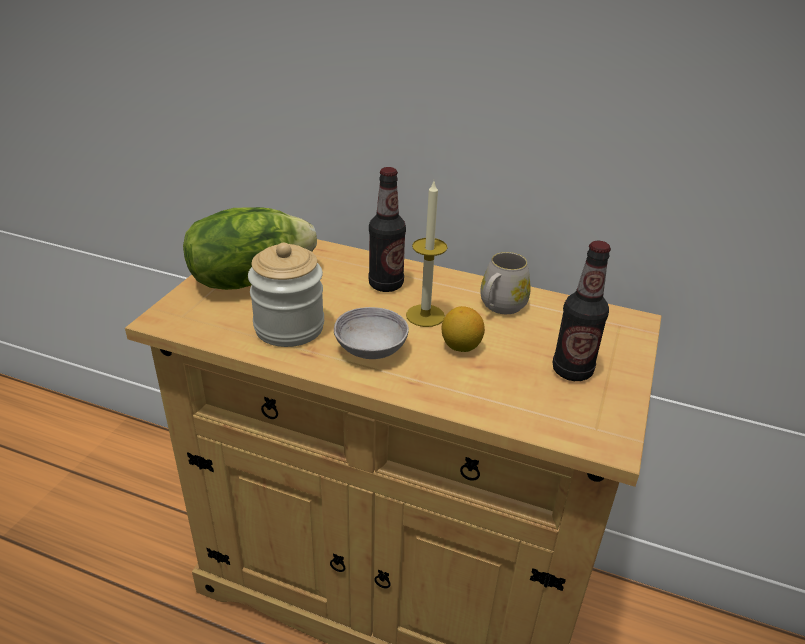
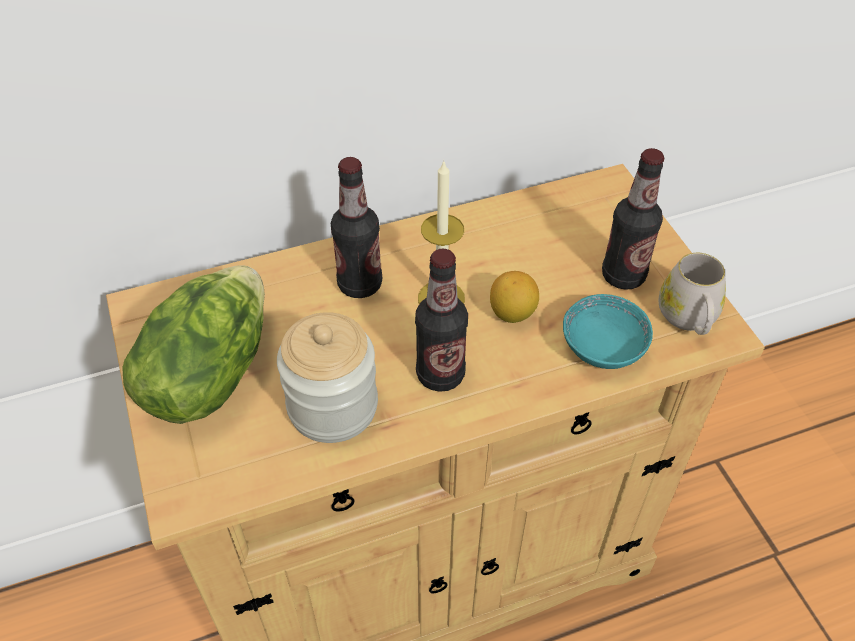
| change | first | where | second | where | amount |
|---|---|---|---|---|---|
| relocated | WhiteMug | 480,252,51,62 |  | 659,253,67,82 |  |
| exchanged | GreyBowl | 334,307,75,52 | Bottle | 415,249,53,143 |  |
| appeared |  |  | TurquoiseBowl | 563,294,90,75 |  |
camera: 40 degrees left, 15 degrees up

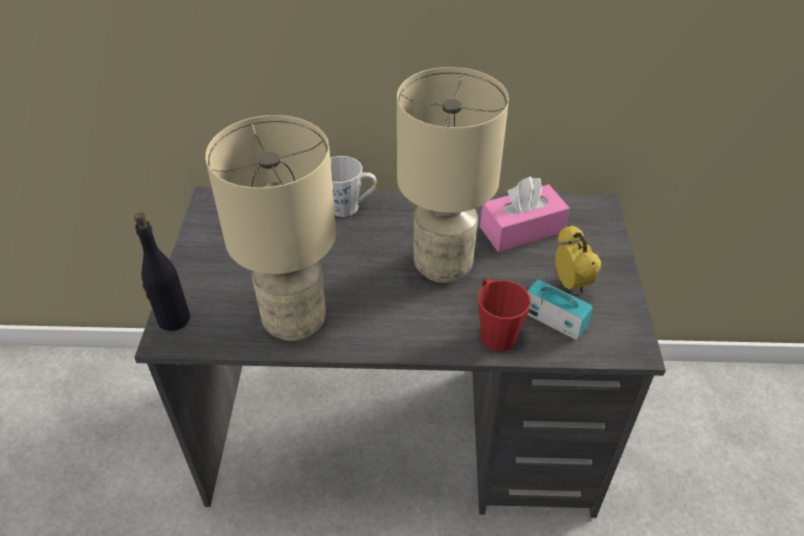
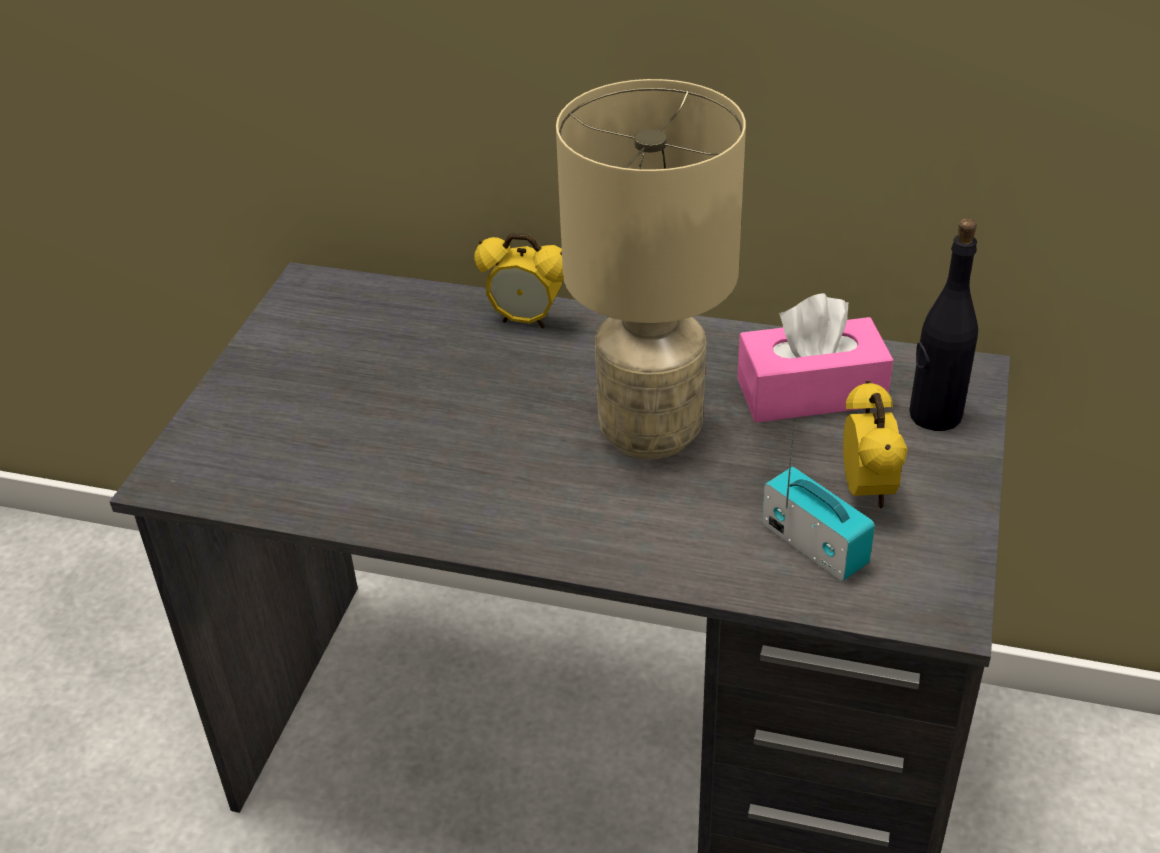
| change | first | where | second | where | amount |
|---|---|---|---|---|---|
| missing | BeigeTableLamp | 205,115,131,226 |  |  |  |
| exchanged | GreyMug | 330,156,46,61 | AlarmClock | 474,233,90,95 |  |
| relocated | BlackBottle | 134,212,56,119 |  | 909,219,69,212 |  |
| missing | RedMug | 478,278,53,73 |  |  |  |
camera: 15 degrees right, 5 degrees down

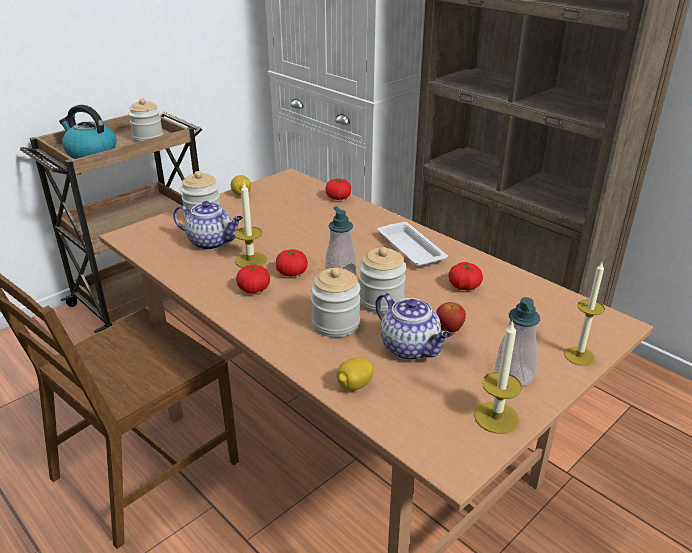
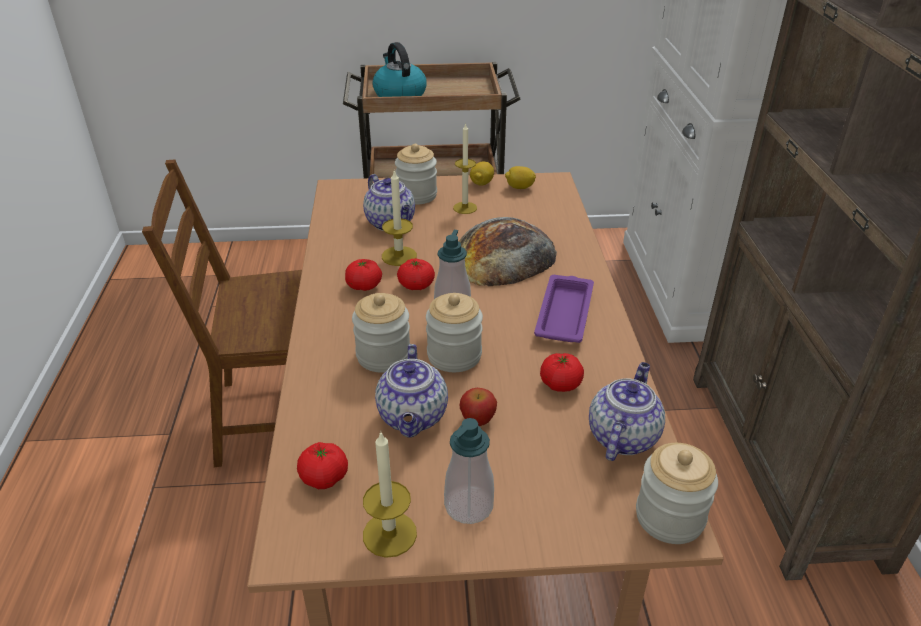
| change | first | where | second | where | amount |
|---|---|---|---|---|---|
| relocated | Jar | 128,99,35,43 |  | 636,443,82,101 |  |
| relocated | Tomato | 325,178,26,22 |  | 297,442,51,47 |  |
| colour | WhiteTray | 377,222,71,45 | PurpleTray | 534,275,60,68 |  |
| relocated | Candle | 564,262,41,104 |  | 453,123,24,91 |  |
| relocated | Lemon | 336,358,37,32 |  | 505,166,31,23 |  |
| appeared |  |  | Bread | 459,217,98,70 |  |
| appeared |  |  | Teapot | 589,362,76,99 |  |
camera: 40 degrees right, 5 degrees up

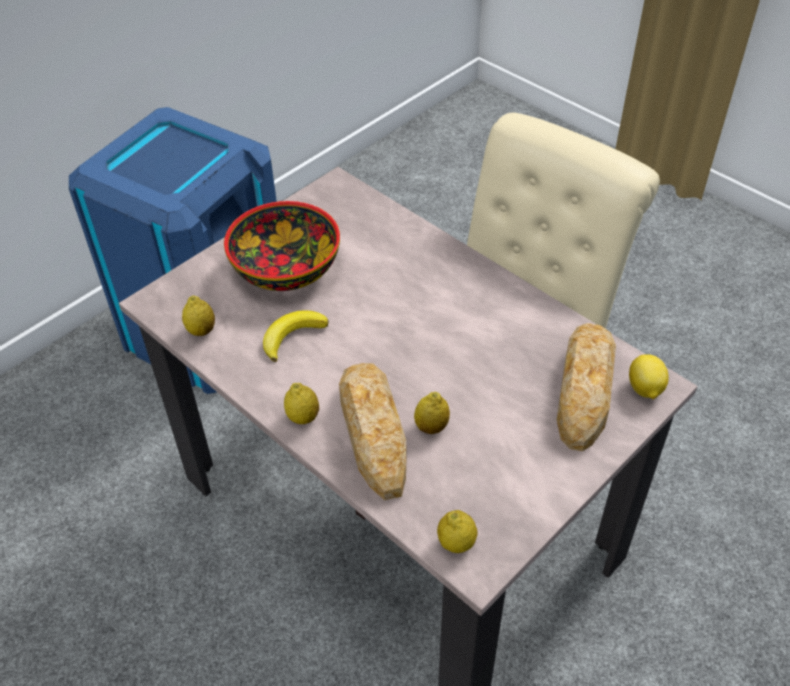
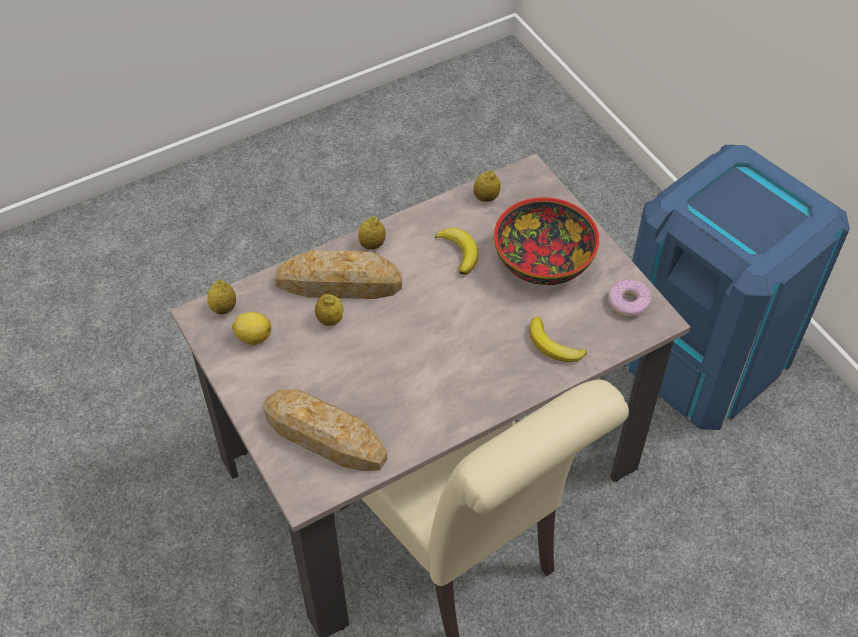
| change | first | where | second | where | amount |
|---|---|---|---|---|---|
| relocated | Lemon | 629,354,40,45 |  | 232,312,39,33 |  |
| appeared |  |  | Donut | 608,279,43,38 |  |
| appeared |  |  | Banana | 529,317,58,45 |  |
camera: 105 degrees right, 5 degrees up

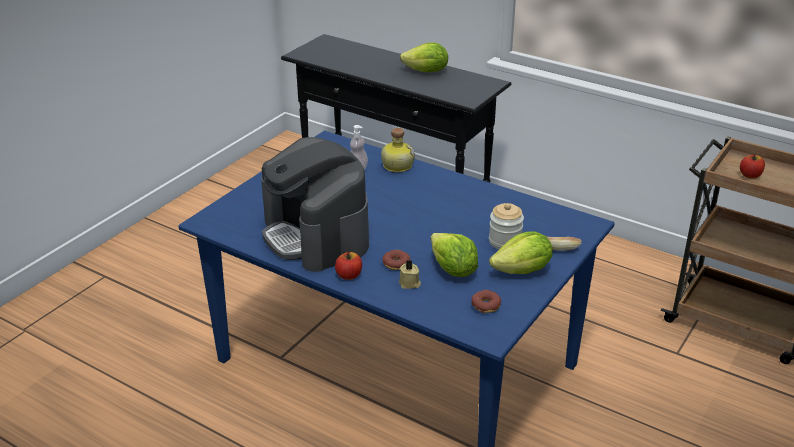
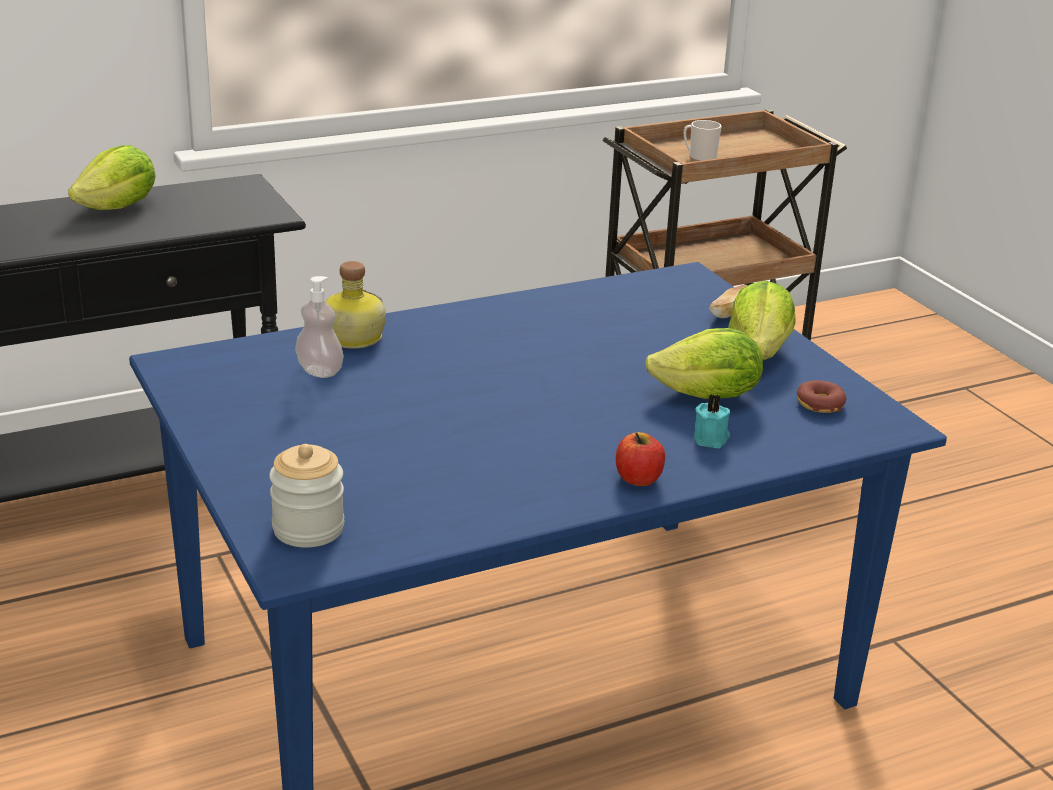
| change | first | where | second | where | amount |
|---|---|---|---|---|---|
| missing | CoffeeMachine | 261,137,108,135 |  |  |  |
| exchanged | Apple | 740,154,25,25 | Mug | 684,120,37,41 |  |
| relocated | Jar | 489,203,35,46 |  | 269,444,75,103 |  |
| missing | Donut | 382,250,28,20 |  |  |  |
| colour | BeigeCandle | 399,260,22,29 | TurquoiseCandle | 694,394,36,54 |  |
camera: 60 degrees left, 5 degrees down

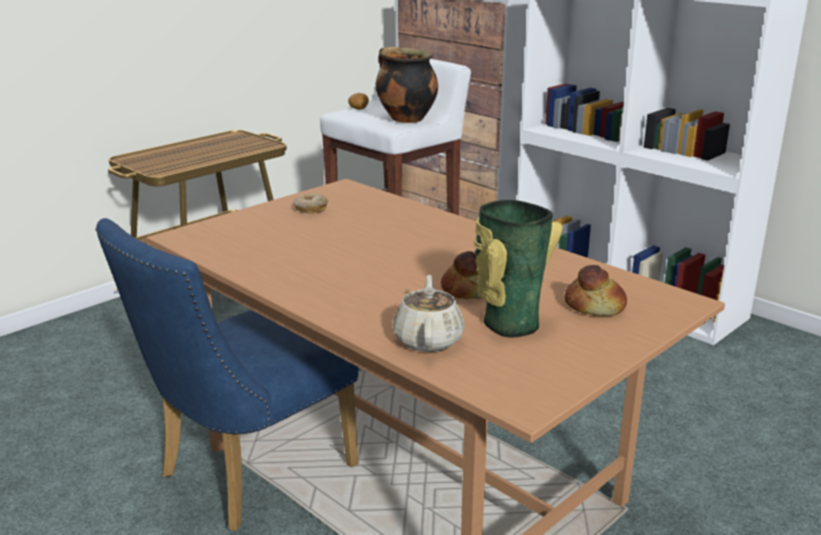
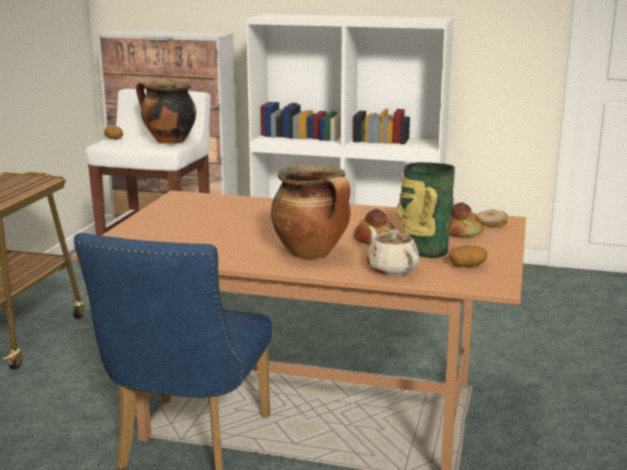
| change | first | where | second | where | amount |
|---|---|---|---|---|---|
| relocated | Donut | 293,194,35,20 |  | 476,209,32,18 |  |
| appeared |  |  | CookingPot | 271,165,80,94 |  |
| appeared |  |  | Potato | 449,245,38,22 |  |
camera: 30 degrees left, 5 degrees down

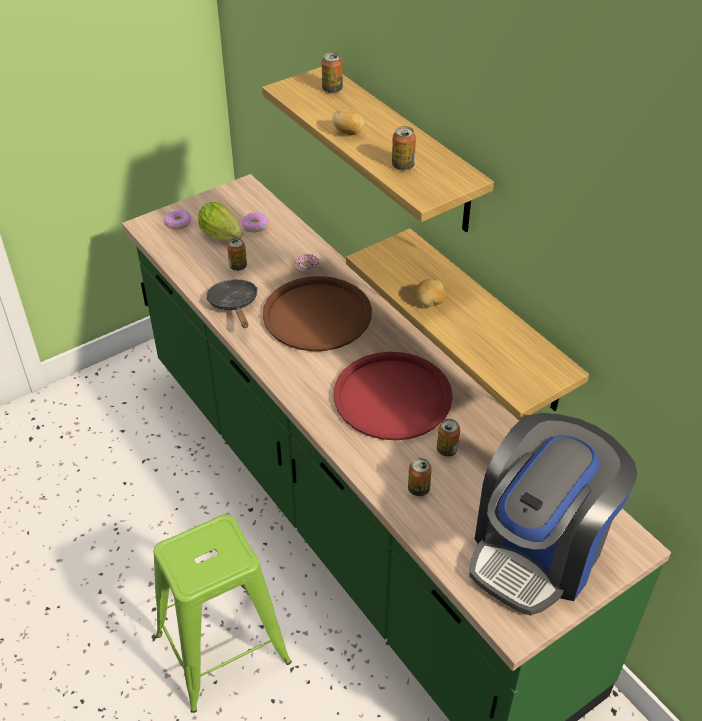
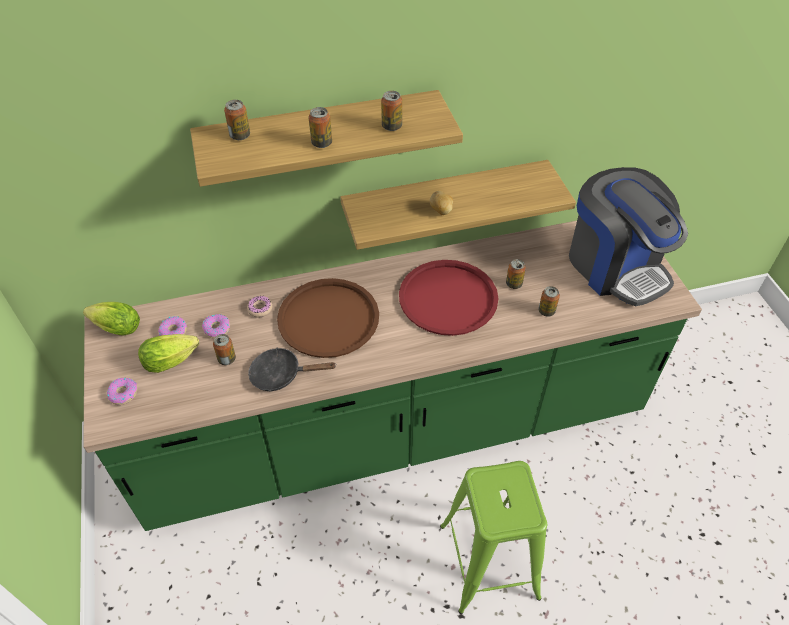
| change | first | where | second | where | amount |
|---|---|---|---|---|---|
| exchanged | Potato | 333,109,31,26 | Can | 309,107,23,41 |  |
| appeared |  |  | Lettuce | 83,302,57,34 |  |
| appeared |  |  | Donut | 202,314,28,25 |  |
camera: 70 degrees left, 5 degrees up

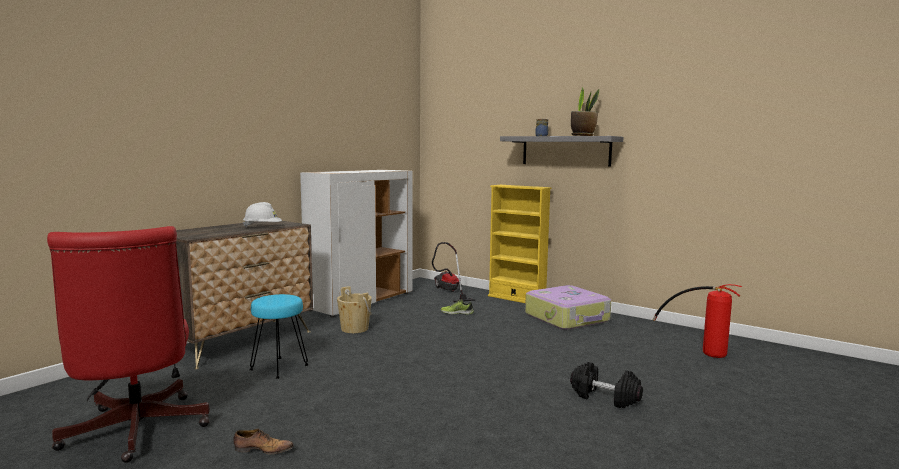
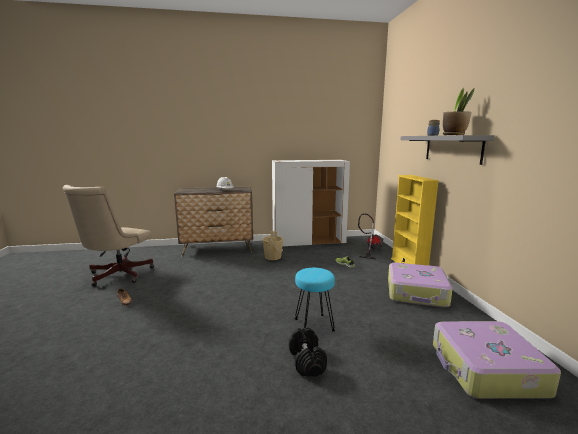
| change | first | where | second | where | amount |
|---|---|---|---|---|---|
| colour | RedOfficeChair | 47,226,163,237 | BeigeOfficeChair | 63,185,91,101 |  |
| exchanged | FireExtinguisher | 652,284,90,74 | Suitcase | 433,321,128,78 |  |
| relocated | TurquoiseStool | 250,294,59,85 |  | 295,268,40,63 |  |
camera: 45 degrees right, 5 degrees up

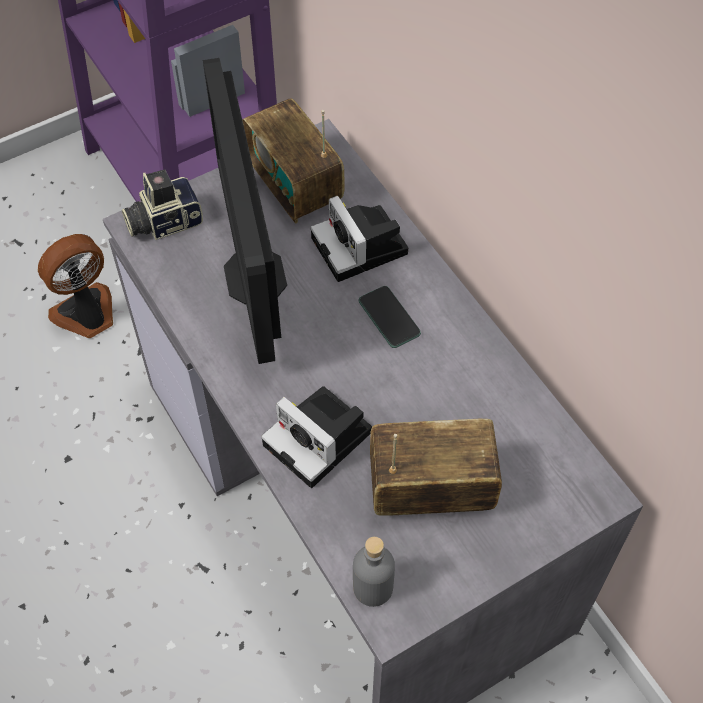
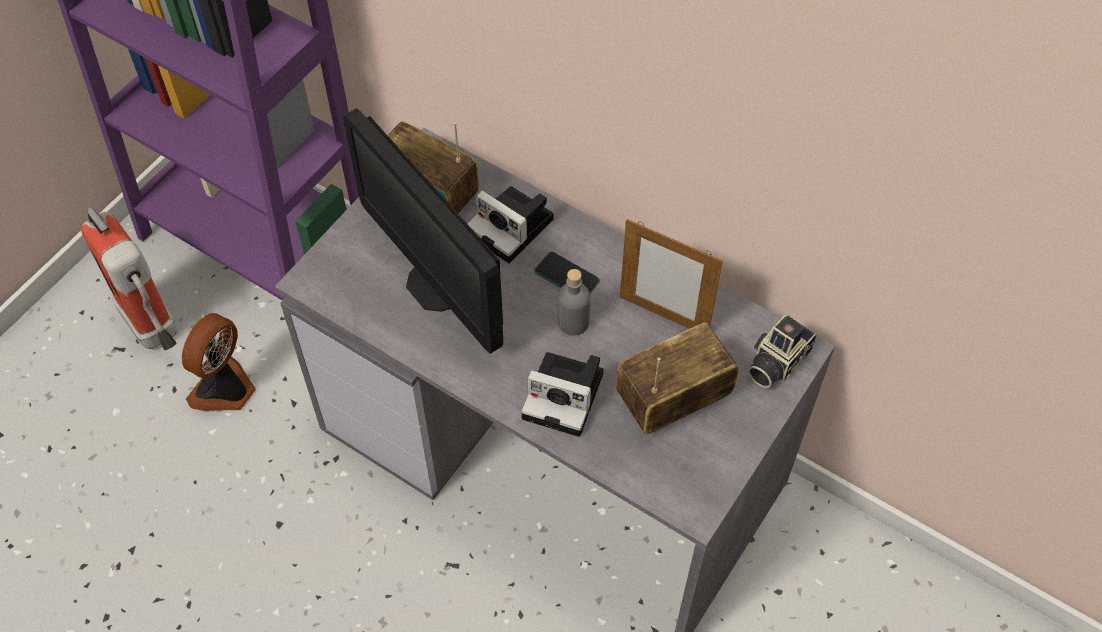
| change | first | where | second | where | amount |
|---|---|---|---|---|---|
| relocated | PhotoCamera | 122,170,81,70 |  | 748,315,69,73 |  |
| relocated | GreyBottle | 353,536,42,71 |  | 558,269,32,67 |  |
| appeared |  |  | FireExtinguisher | 81,207,97,143 |  |
| appeared |  |  | PictureFrame | 620,219,103,110 |  |
camera: 25 degrees left, 0 degrees up

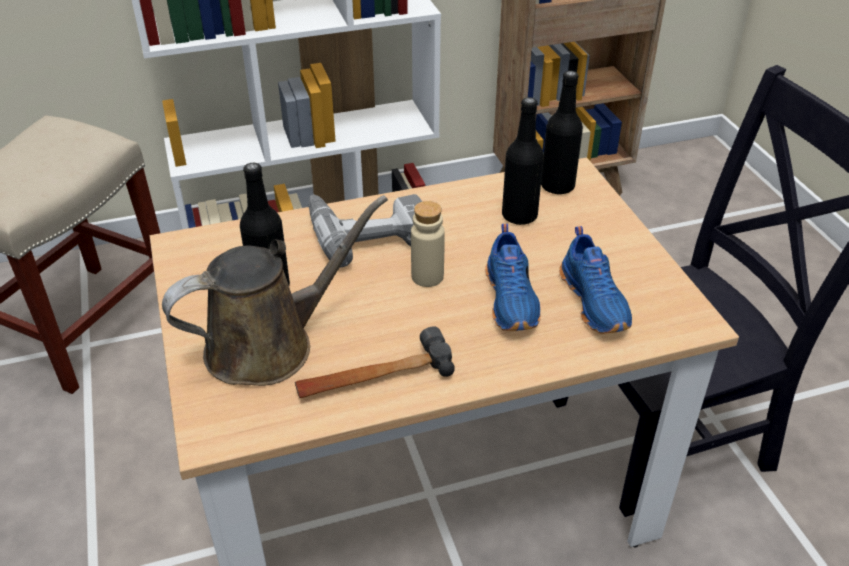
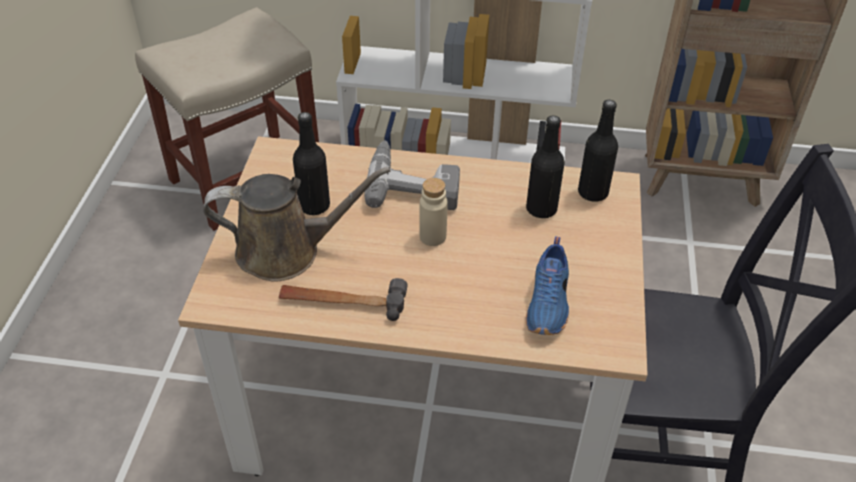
| change | first | where | second | where | amount |
|---|---|---|---|---|---|
| missing | BlueShoe | 485,224,55,107 |  |  |  |
camera: 25 degrees right, 5 degrees up

